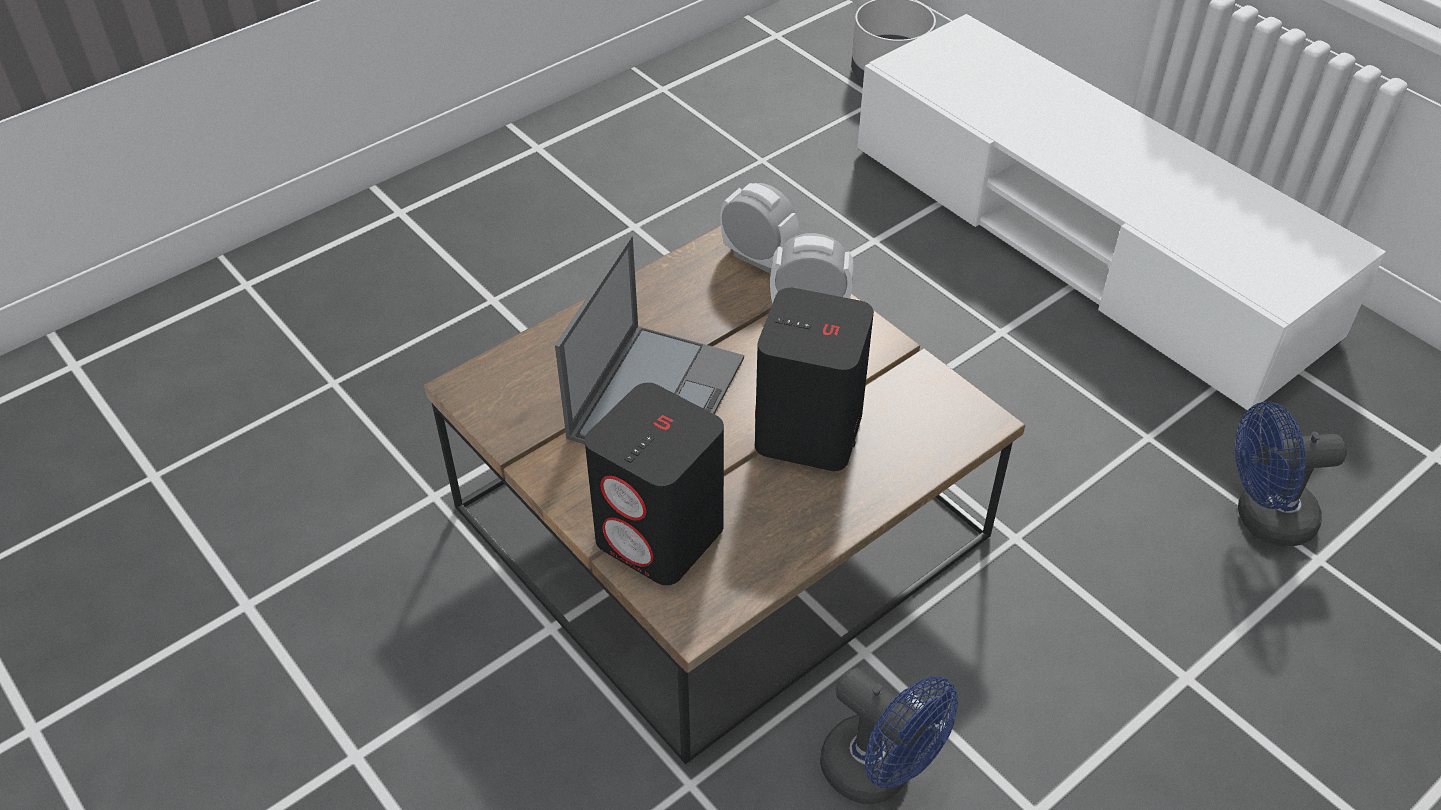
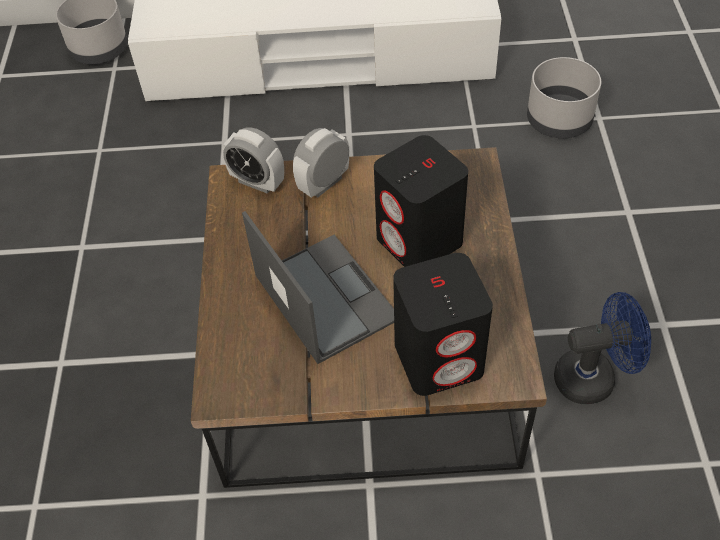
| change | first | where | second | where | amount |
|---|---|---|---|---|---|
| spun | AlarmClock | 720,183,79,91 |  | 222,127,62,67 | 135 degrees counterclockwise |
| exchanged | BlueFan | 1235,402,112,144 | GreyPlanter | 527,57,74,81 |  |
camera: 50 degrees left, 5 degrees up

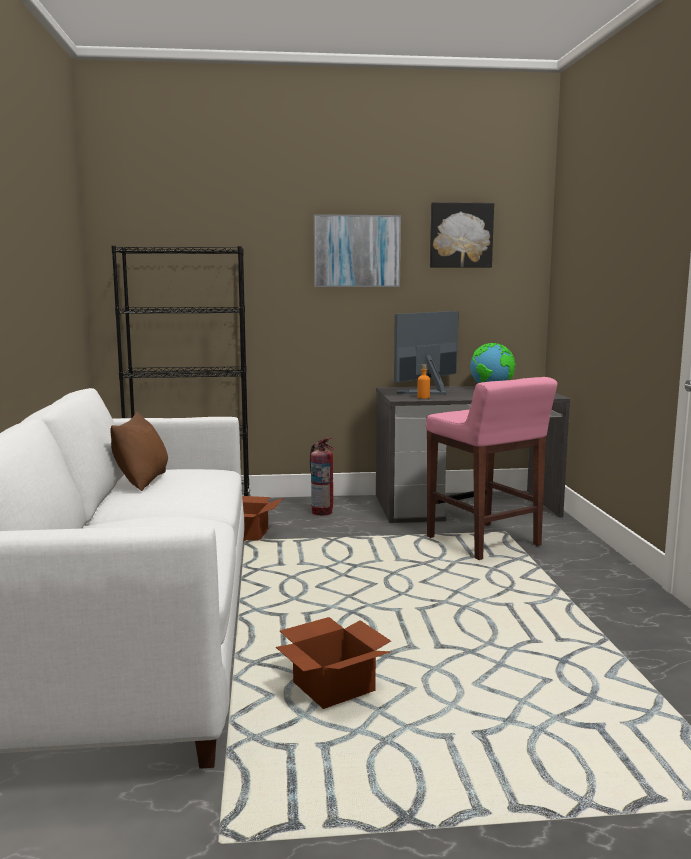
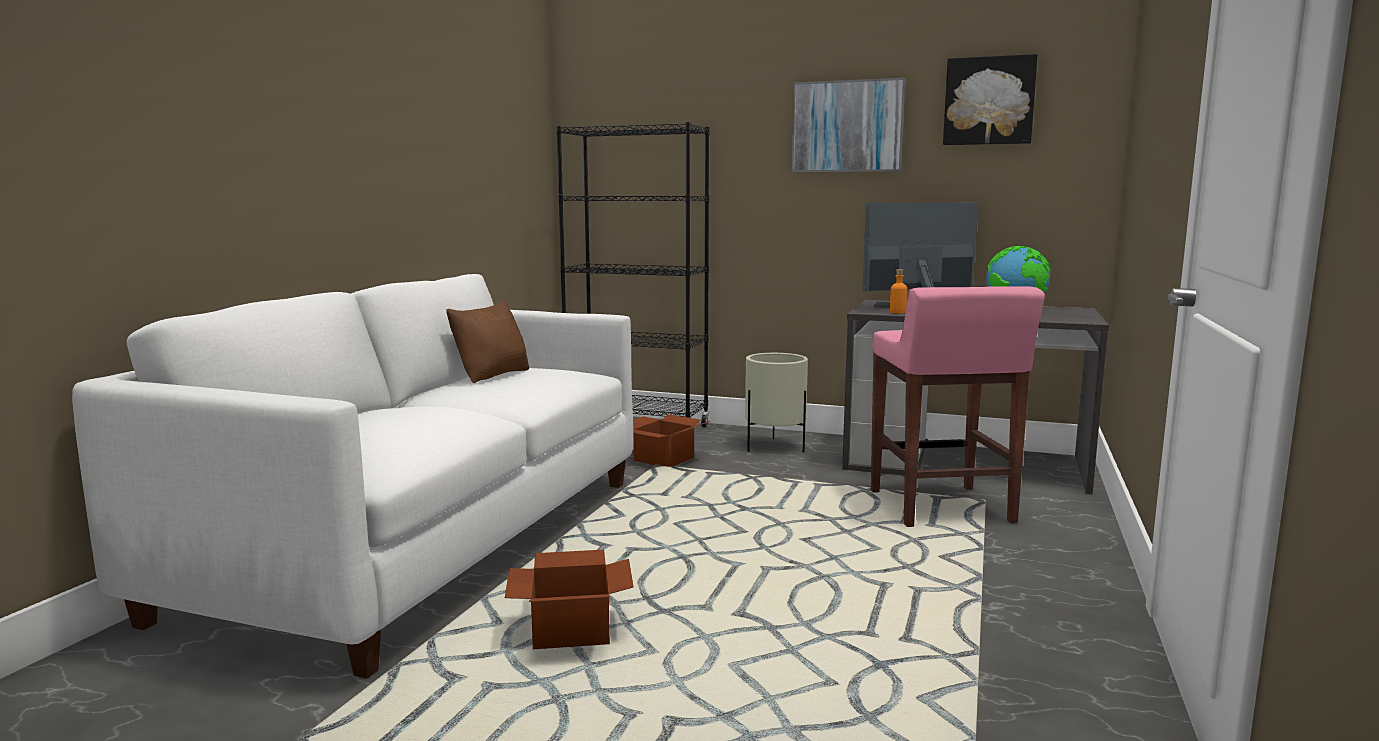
| change | first | where | second | where | amount |
|---|---|---|---|---|---|
| exchanged | FireExtinguisher | 310,438,24,78 | BeigePlanter | 745,353,63,99 |  |
camera: 25 degrees right, 0 degrees up

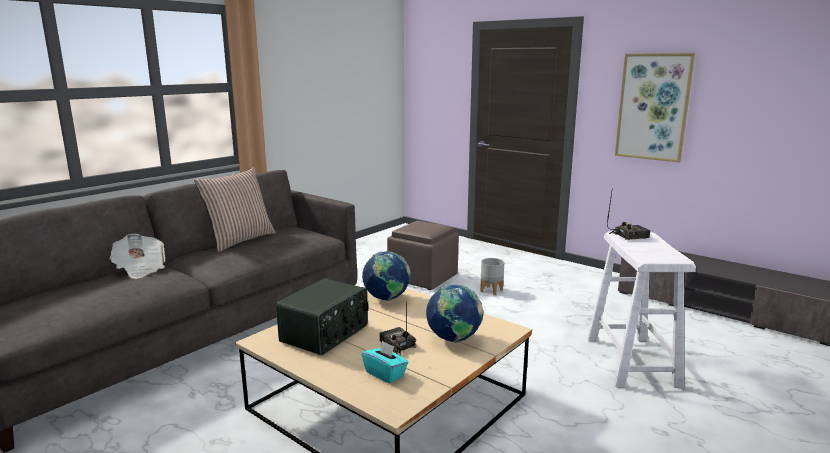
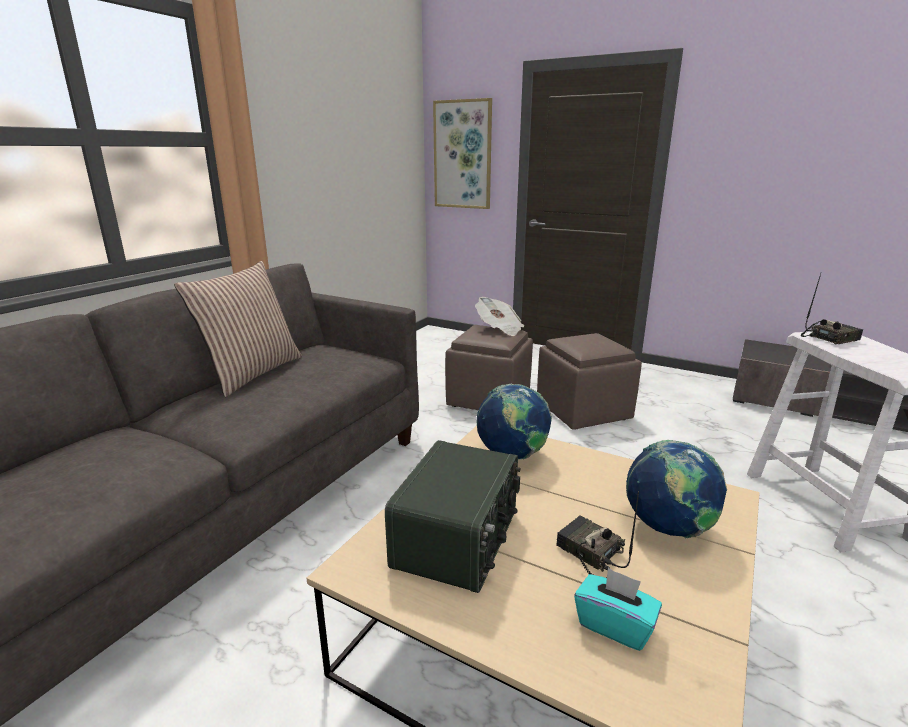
| change | first | where | second | where | amount |
|---|---|---|---|---|---|
| relocated | Picture | 615,53,80,109 |  | 433,98,59,111 |  |
| relocated | Newspaper | 110,234,55,45 |  | 475,297,49,39 |  |
| exchanged | GreyPlanter | 480,258,24,37 | BrownOttoman | 537,333,105,97 |  |
camera: 10 degrees left, 5 degrees up

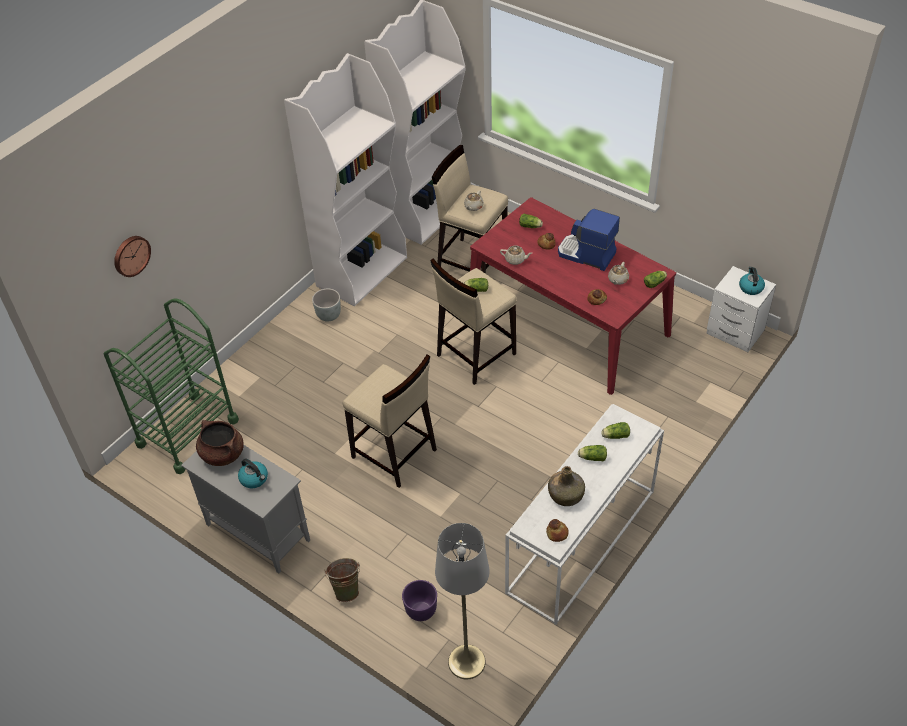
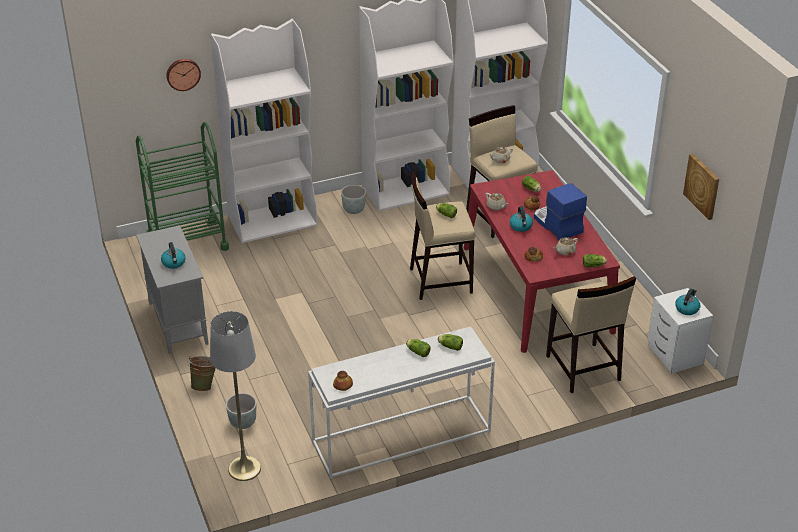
| change | first | where | second | where | amount |
|---|---|---|---|---|---|
| relocated | BeigeStool | 343,354,94,134 |  | 546,276,90,117 |  |
| missing | BrownCookingPot | 196,420,48,46 |  |  |  |
| missing | GreenBottle | 548,466,37,40 |  |  |  |
| colour | PurplePlanter | 402,580,35,41 | GreyPlanter | 226,393,30,36 |  |
| appeared |  |  | WhiteBookcase | 211,19,106,224 |  |
| appeared |  |  | Picture | 683,154,36,66 |  |
| appeared |  |  | Kettle | 509,206,24,26 |  |
camera: 30 degrees right, 10 degrees down

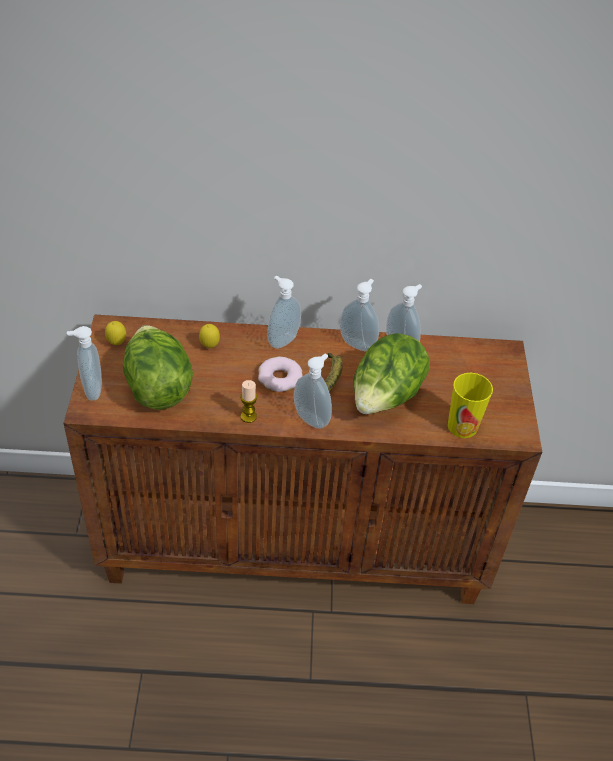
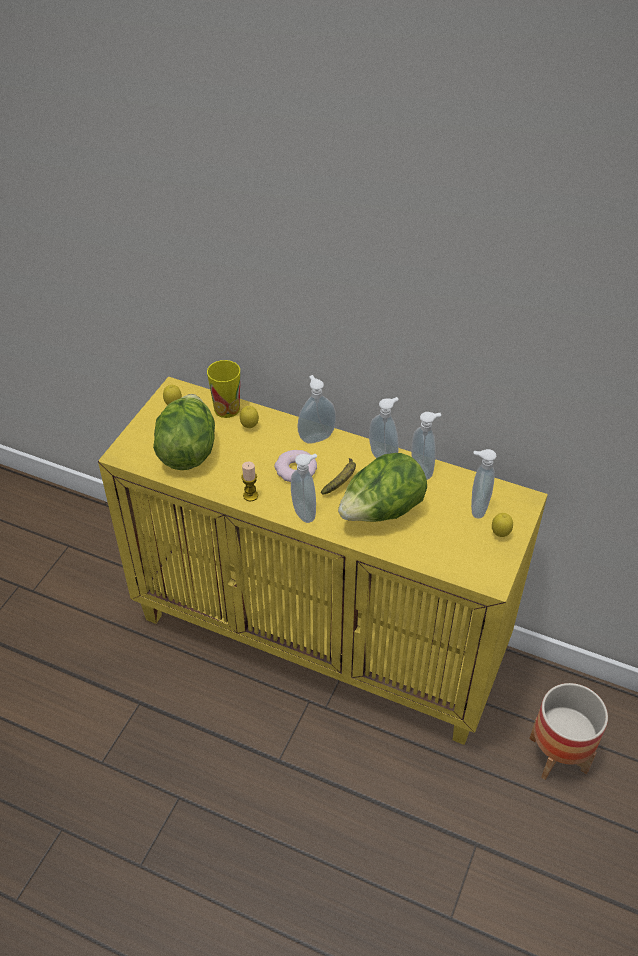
| change | first | where | second | where | amount |
|---|---|---|---|---|---|
| colour | BrownCabinet | 63,315,479,289 | YellowCabinet | 98,377,450,368 |  |
| relocated | SoapDispenser | 67,326,35,75 |  | 471,449,25,70 |  |
| relocated | Cup | 448,373,45,65 |  | 207,360,33,58 |  |
| appeared |  |  | Lemon | 492,513,21,24 |  |
| appeared |  |  | Planter | 529,683,79,97 |  |
camera: 25 degrees right, 0 degrees up

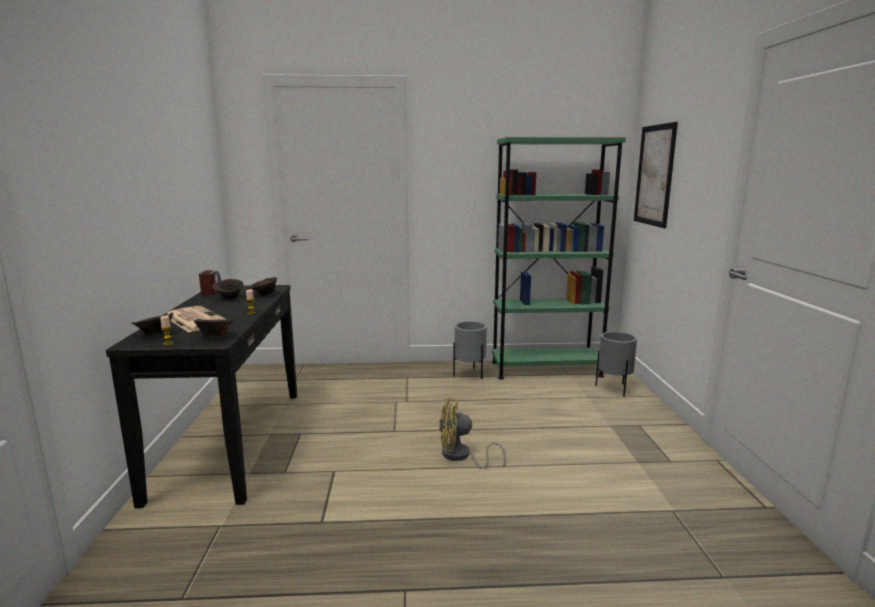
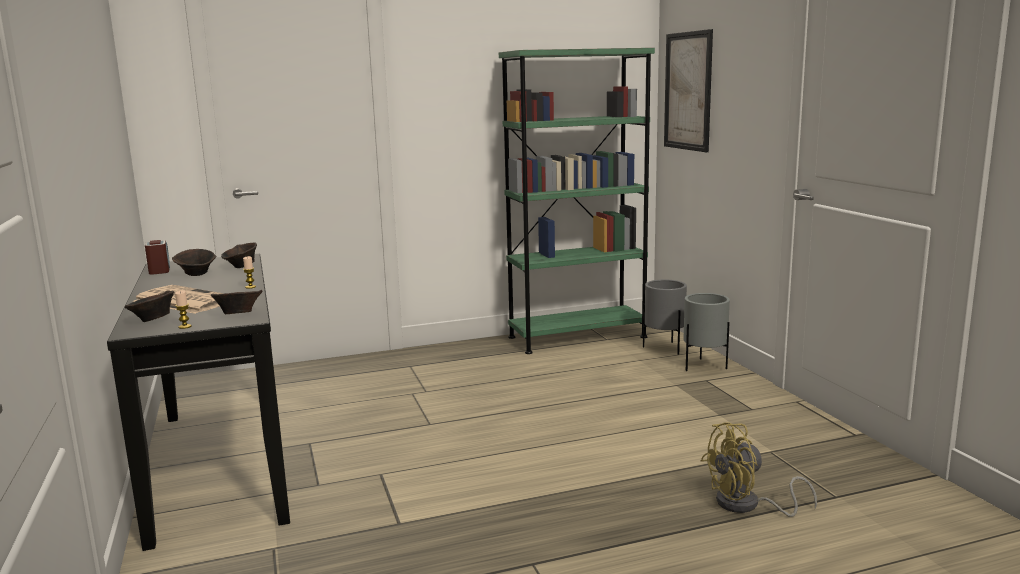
| change | first | where | second | where | amount |
|---|---|---|---|---|---|
| relocated | GreyPlanter | 453,321,34,58 |  | 684,293,46,78 |  |
| relocated | YellowFan | 439,398,67,71 |  | 701,422,116,95 |  |
camera: 15 degrees left, 0 degrees up

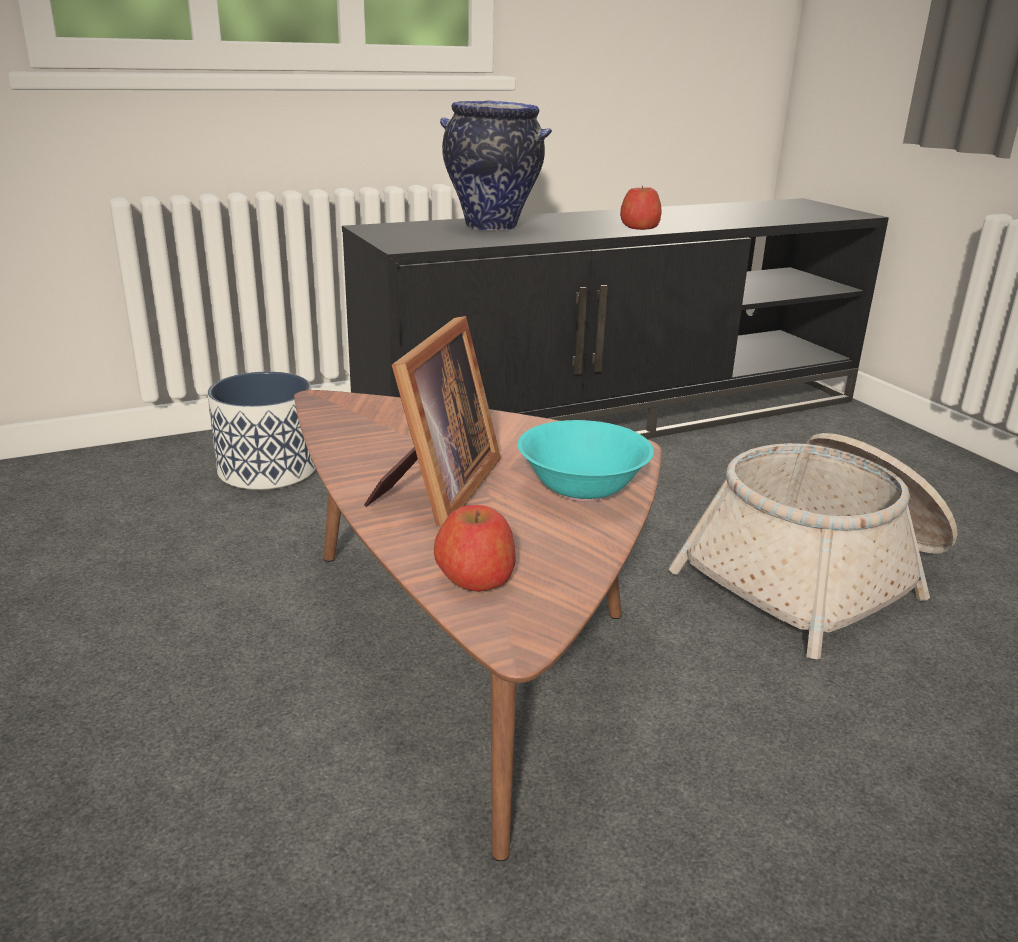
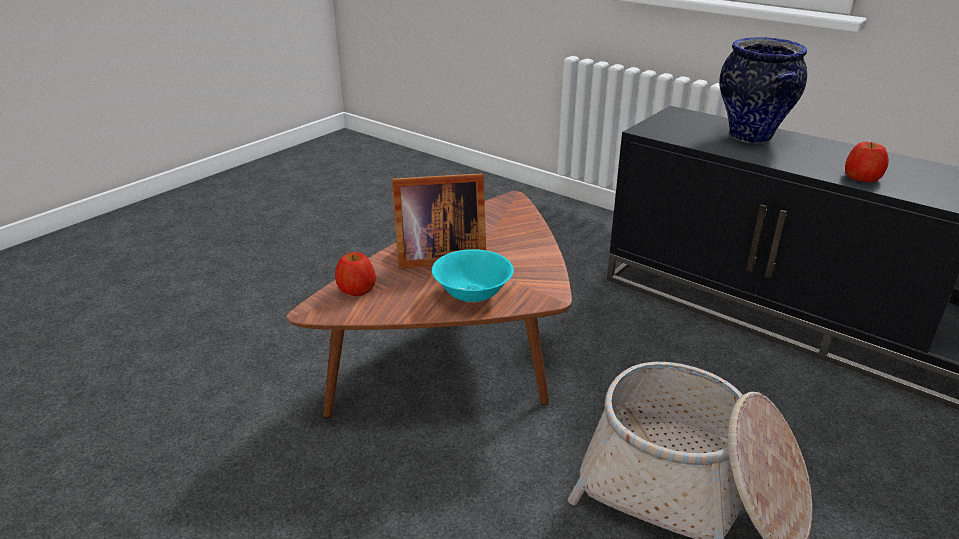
| change | first | where | second | where | amount |
|---|---|---|---|---|---|
| missing | Planter | 207,371,109,119 |  |  |  |
camera: 65 degrees right, 5 degrees up

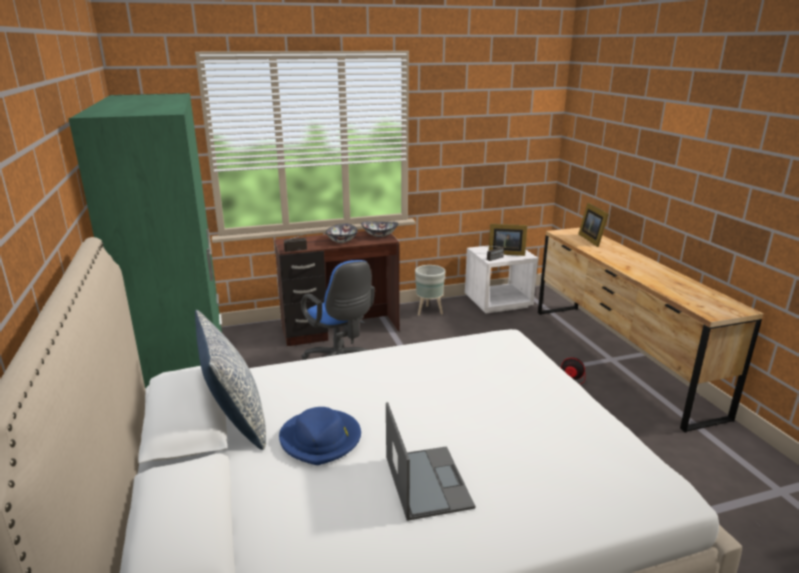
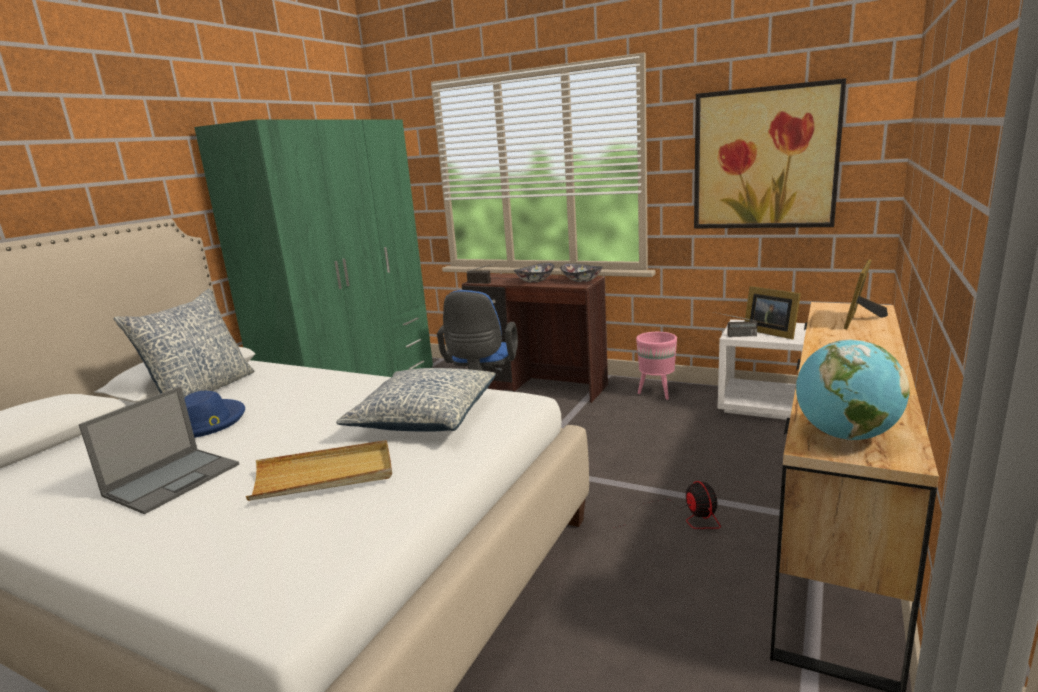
| change | first | where | second | where | amount |
|---|---|---|---|---|---|
| colour | GreyPlanter | 415,265,30,51 | PinkPlanter | 636,332,41,68 |  |
| appeared |  |  | Picture | 694,78,152,151 |  |
| appeared |  |  | Globe | 796,340,114,100 |  |
| appeared |  |  | Pillow | 336,368,160,64 |  |
| appeared |  |  | BeigeTray | 246,440,146,61 |  |
camera: 45 degrees right, 5 degrees down

